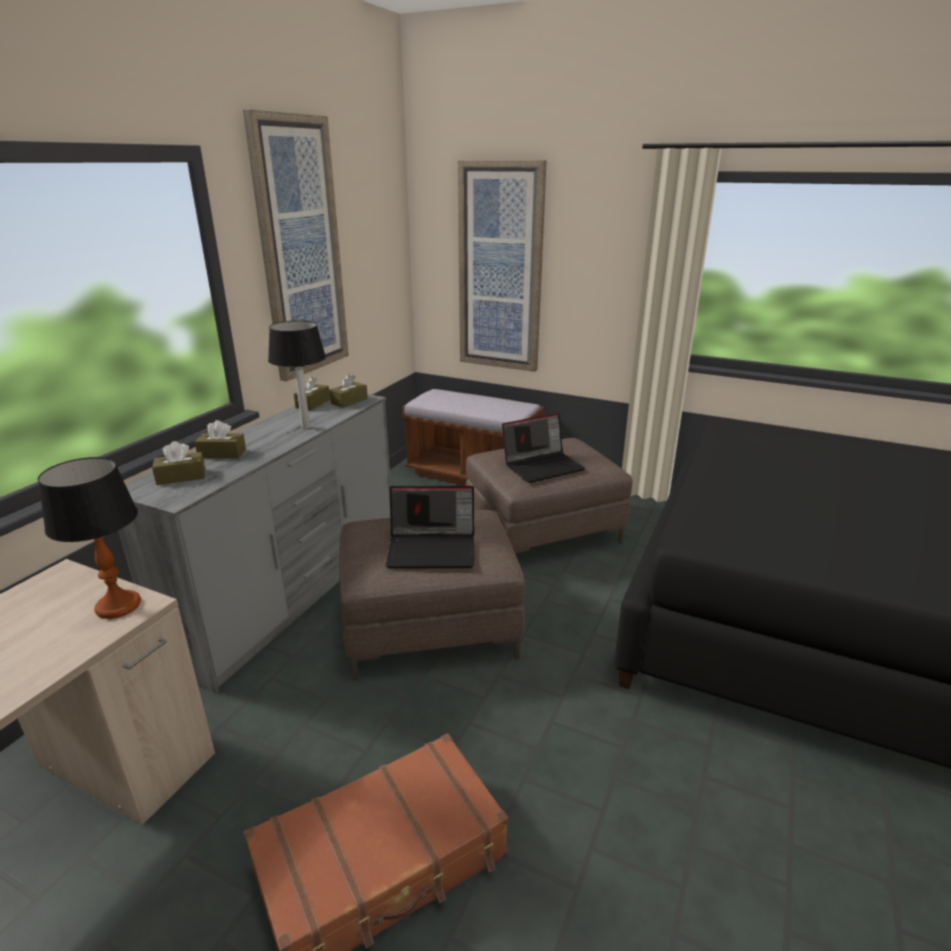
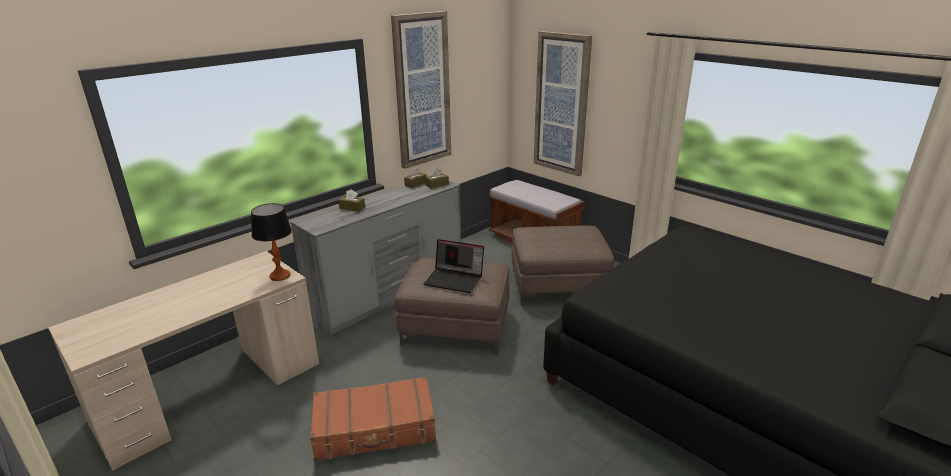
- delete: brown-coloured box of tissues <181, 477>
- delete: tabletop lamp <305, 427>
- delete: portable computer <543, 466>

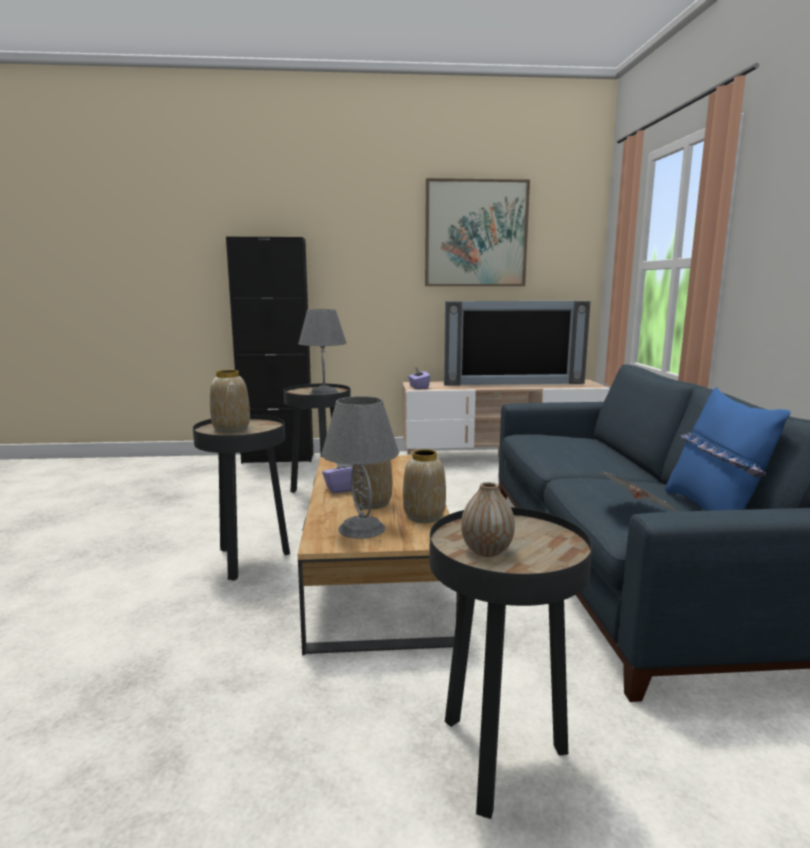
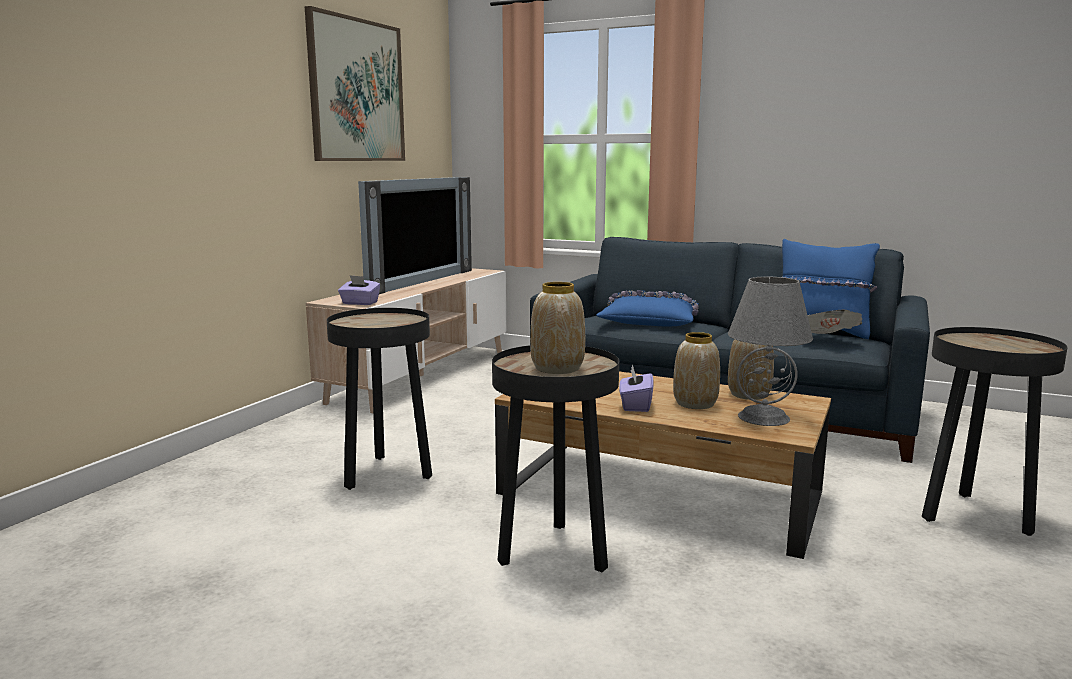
- delete: blackish storage cabinet <278, 458>
- delete: grey tabletop lamp <323, 393>
- delete: vase <486, 551>
- insert: bluish throw pillow <650, 321>

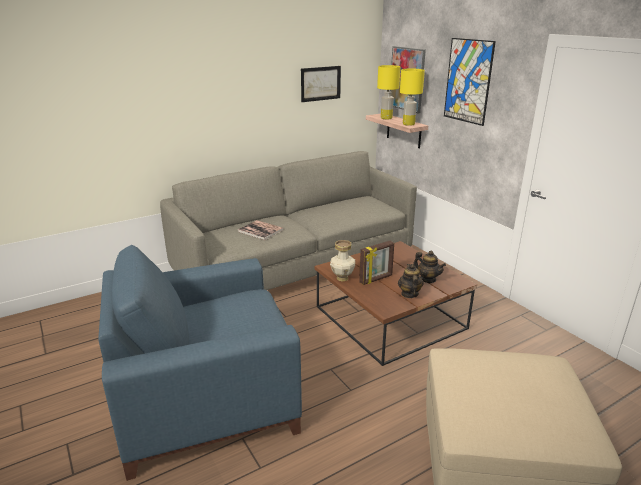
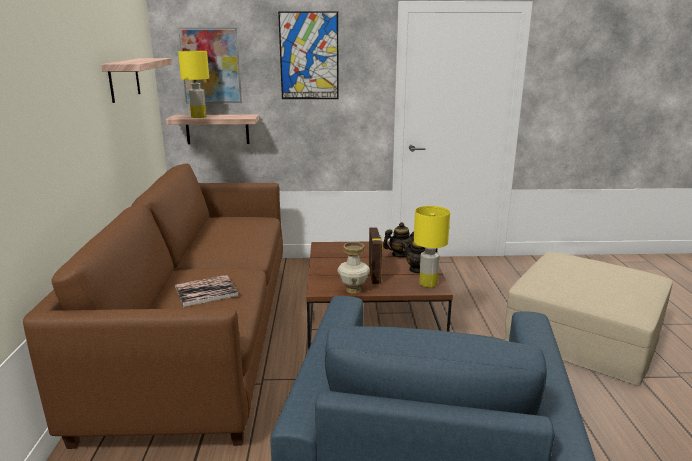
- move: yellowish tabletop lamp <408, 124> to <428, 284>
- replace: wall picture <320, 83> to wall shelf <124, 79>
- recolor: grey settee <295, 266> to brown-coloured settee <201, 336>

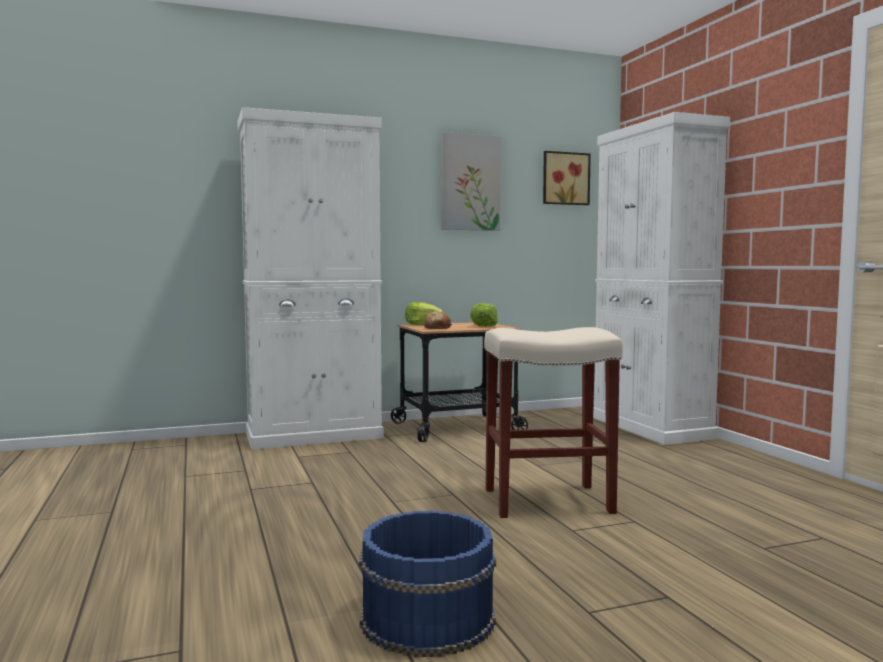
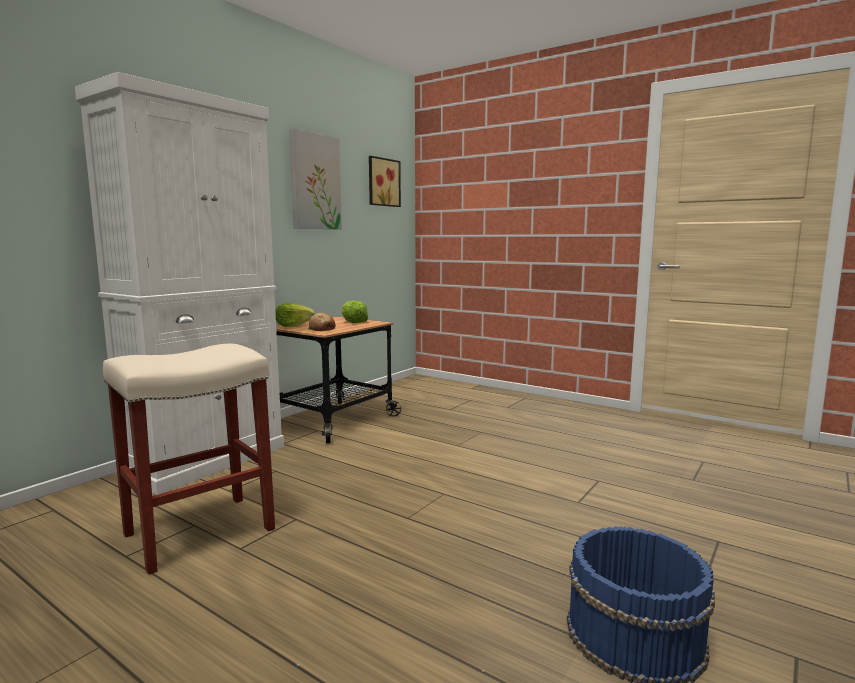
- delete: whitish storage cabinet <650, 427>
- move: sand-coloured stool seat <549, 500> to <201, 530>

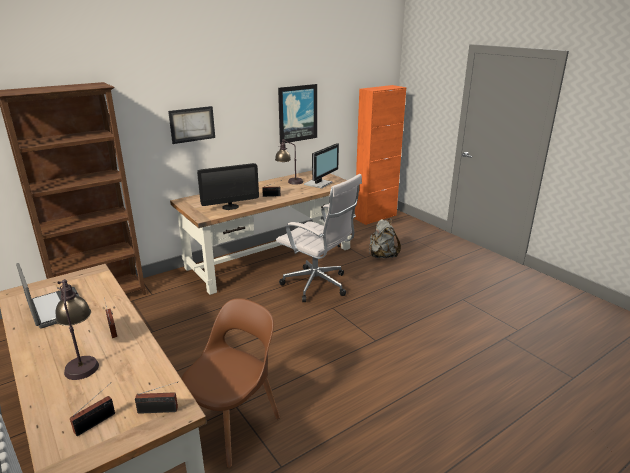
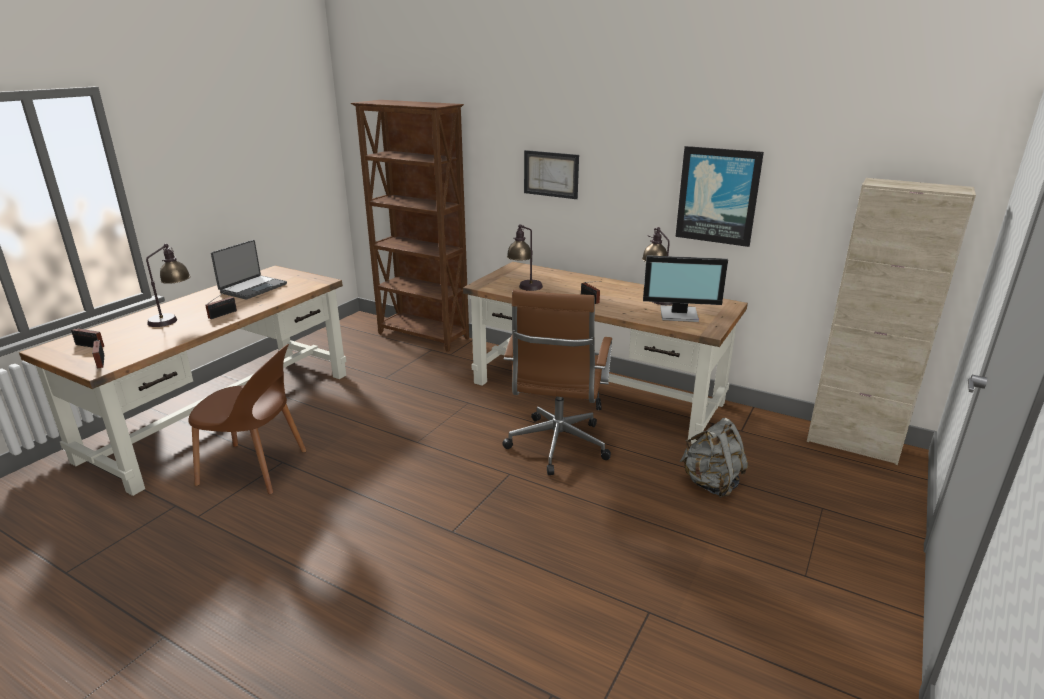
- replace: computer display <230, 207> to tabletop lamp <525, 289>
- recolor: whitish computer chair <318, 286> to brown-coloured computer chair <557, 448>
- recolor: orange-coloured storage cabinet <375, 217> to sand-coloured storage cabinet <852, 444>

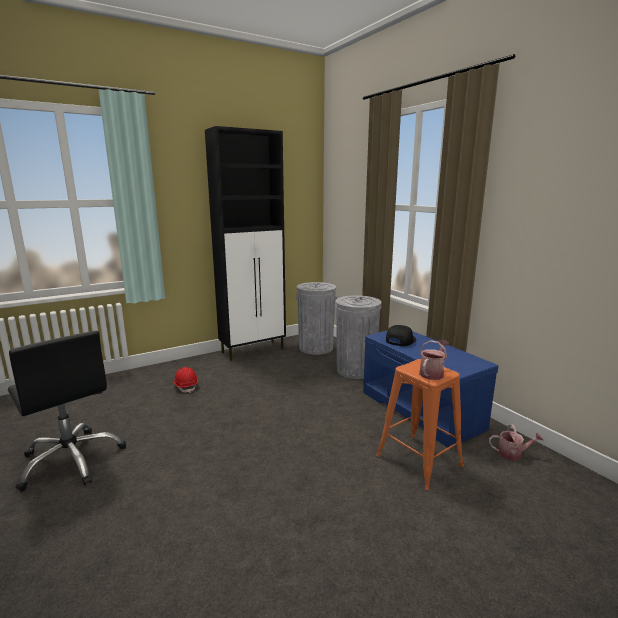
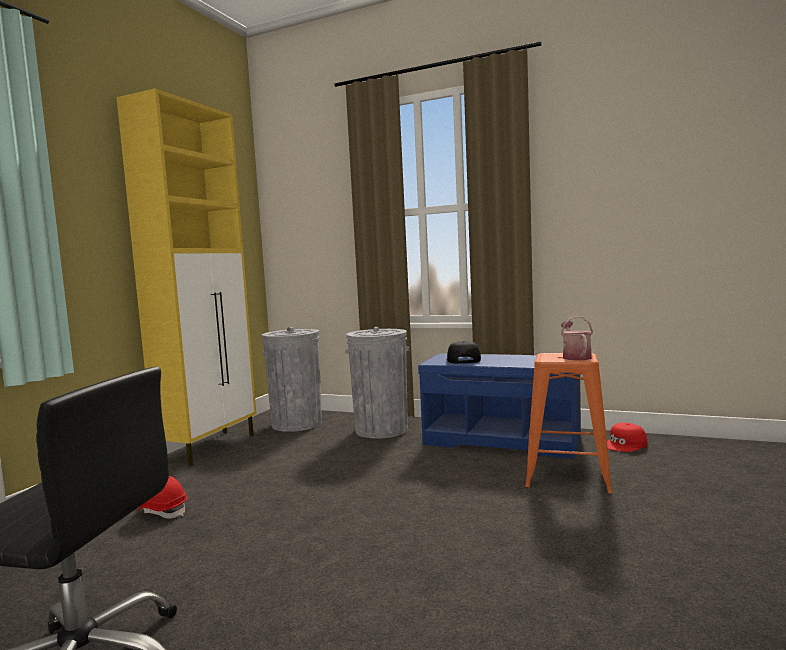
- replace: sprinkling can <513, 454> to red-coloured baseball cap <625, 445>
- recolor: blackish storage cabinet <253, 350> to yellowish storage cabinet <210, 447>

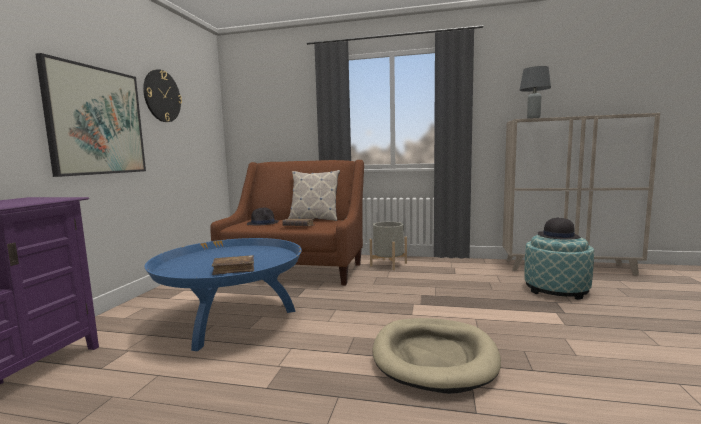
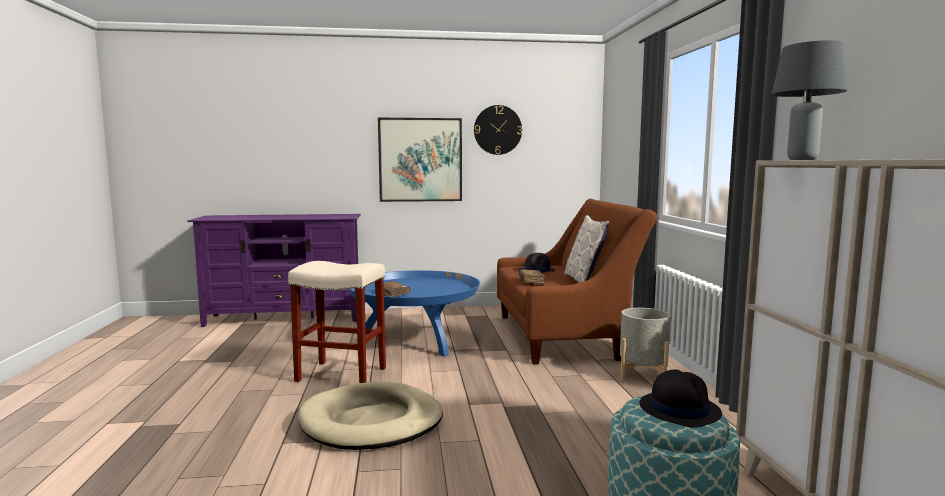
- insert: sand-coloured stool seat <343, 374>

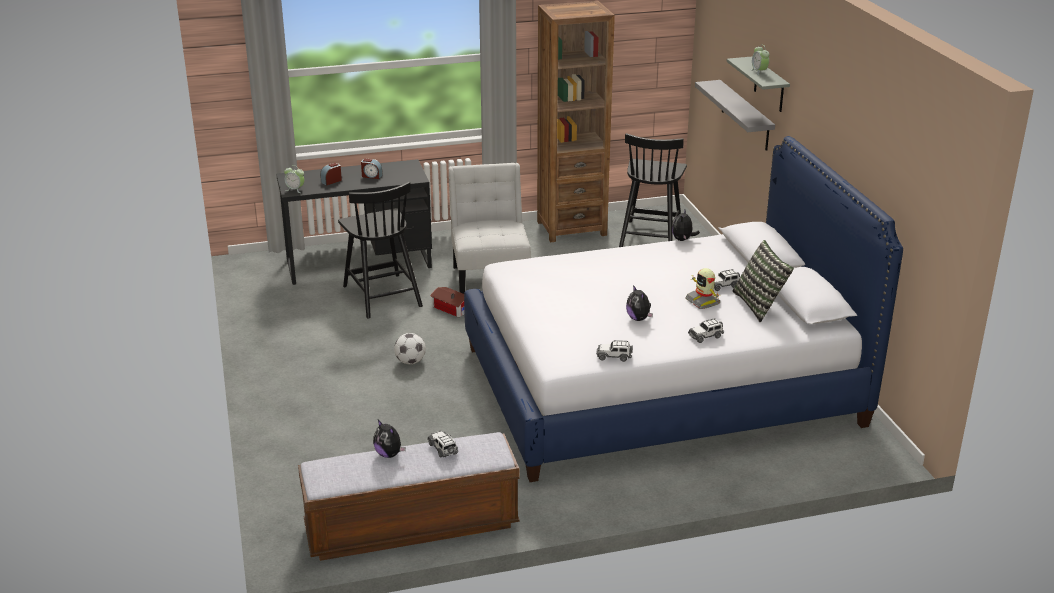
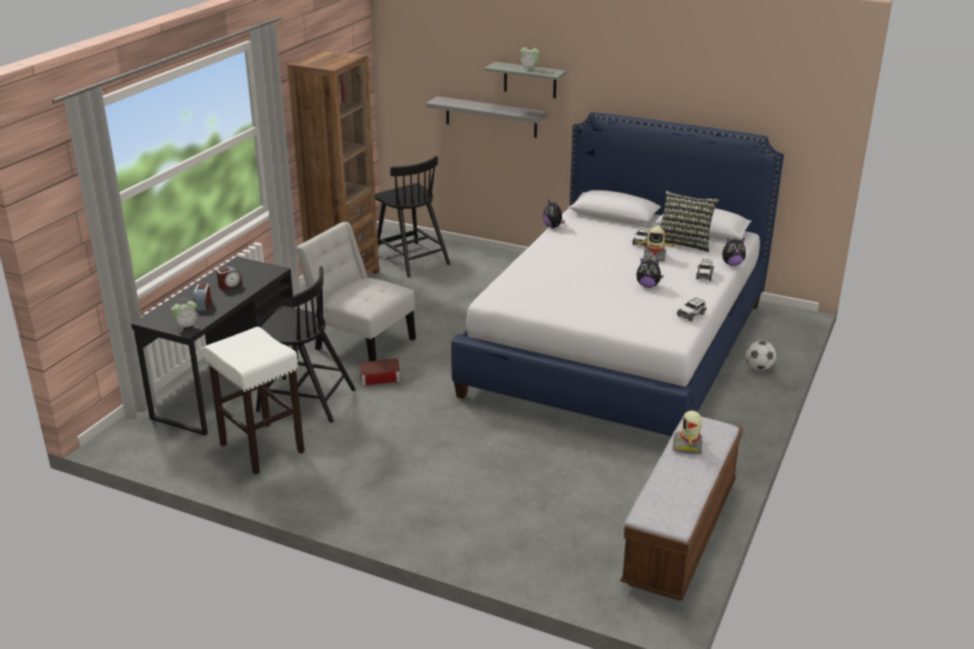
- insert: whitish stool seat <261, 448>
- move: plush toy <389, 454> to <732, 264>
- move: ball for football <410, 362> to <759, 368>
- replace: model car <443, 449> to model robot <688, 446>

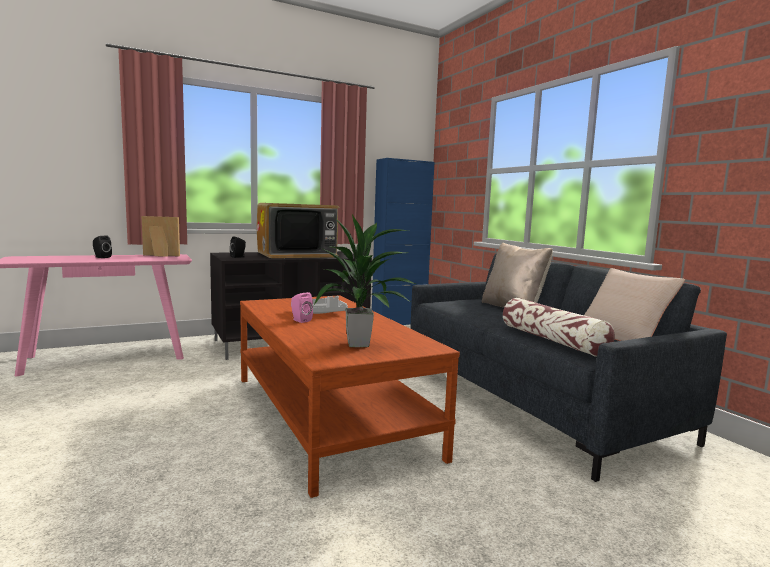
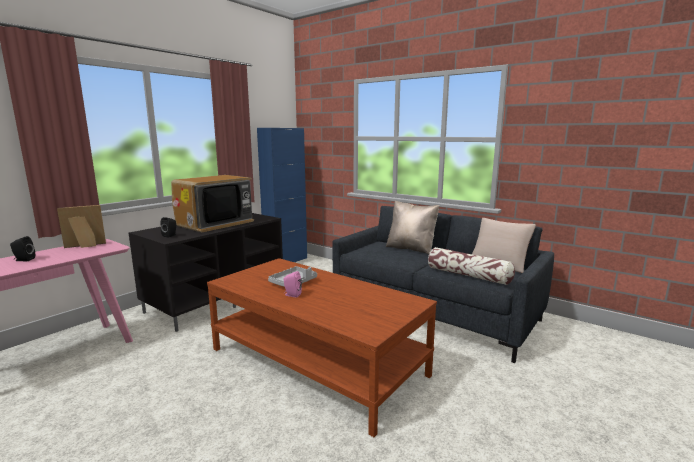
- delete: plant in a pot <359, 344>

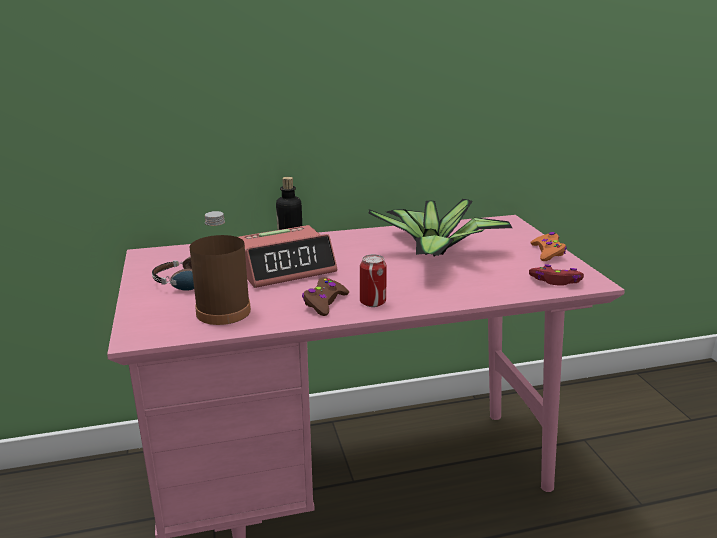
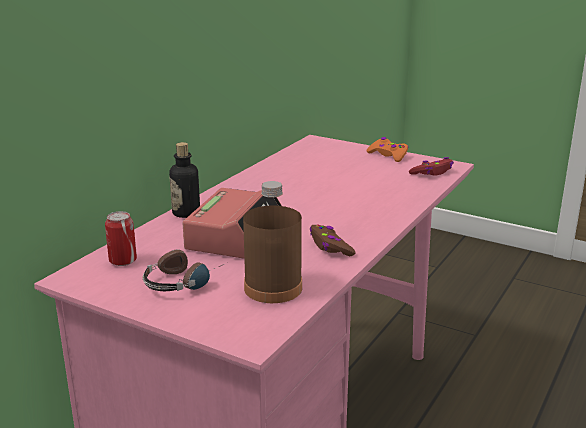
- delete: plant in a pot <436, 253>
- move: can <372, 302> to <123, 261>

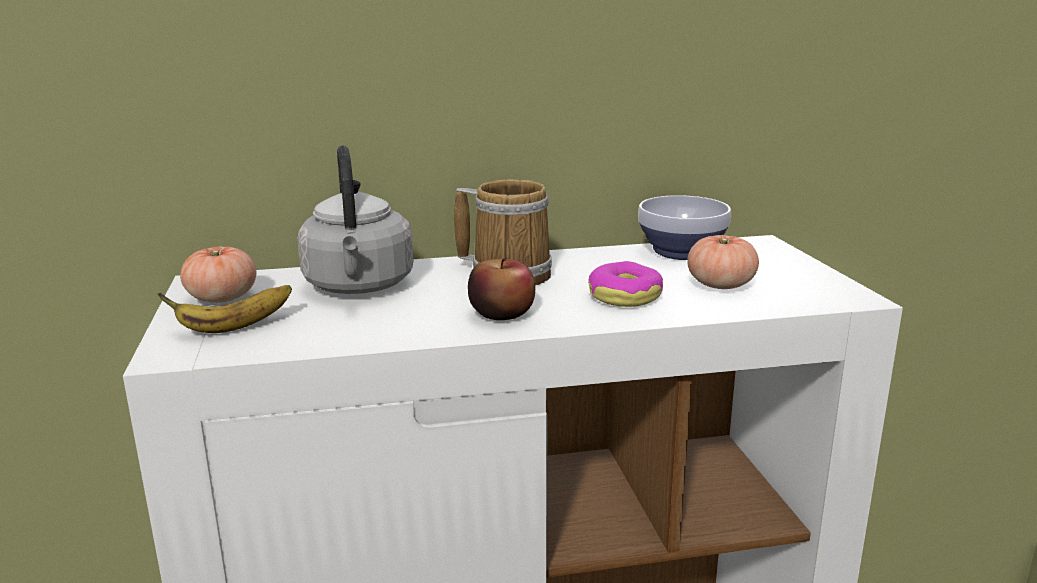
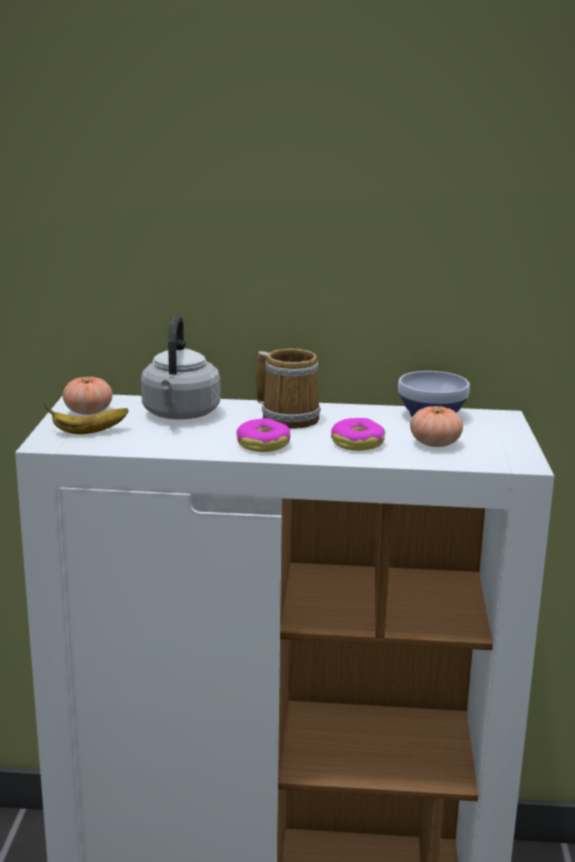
- replace: whole apple <501, 313> to doughnut <263, 444>

